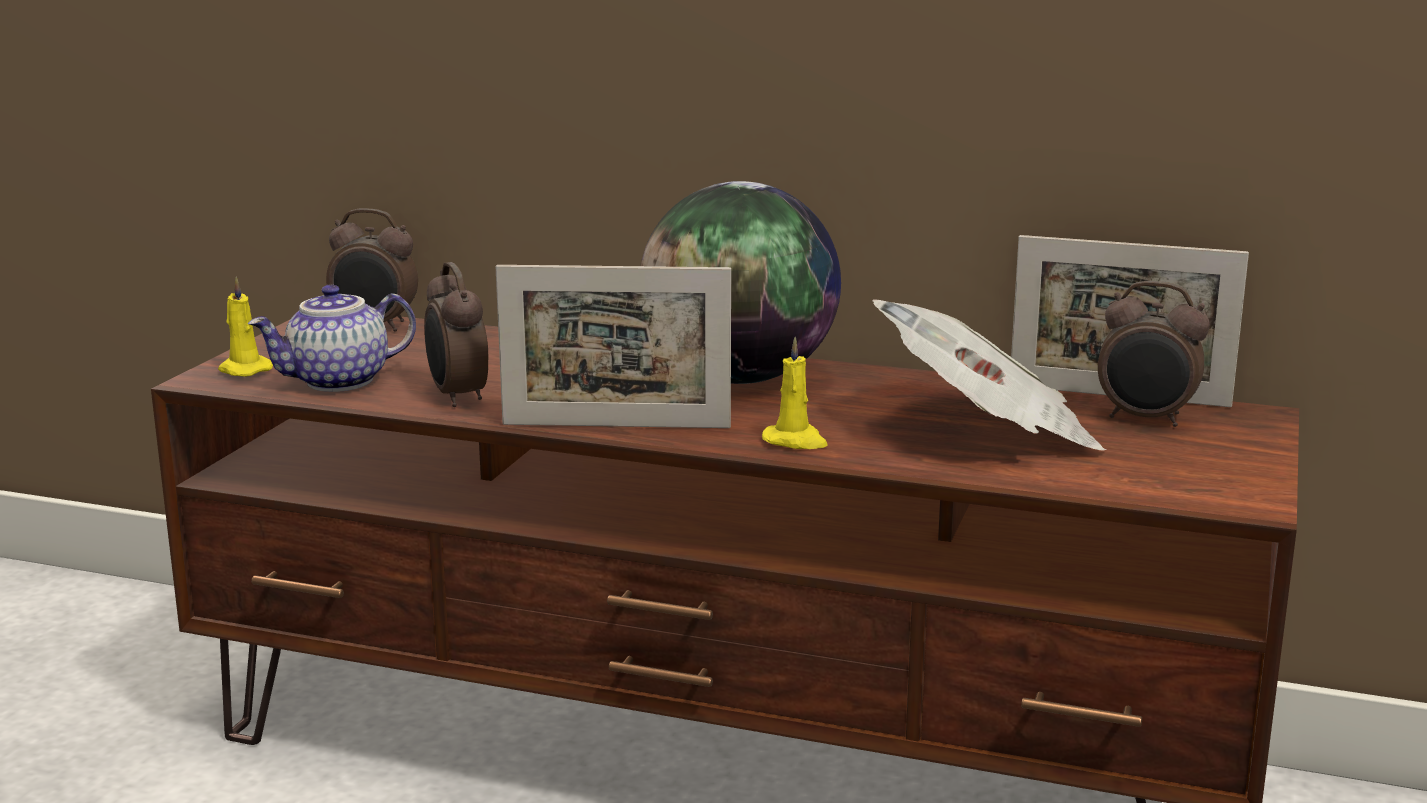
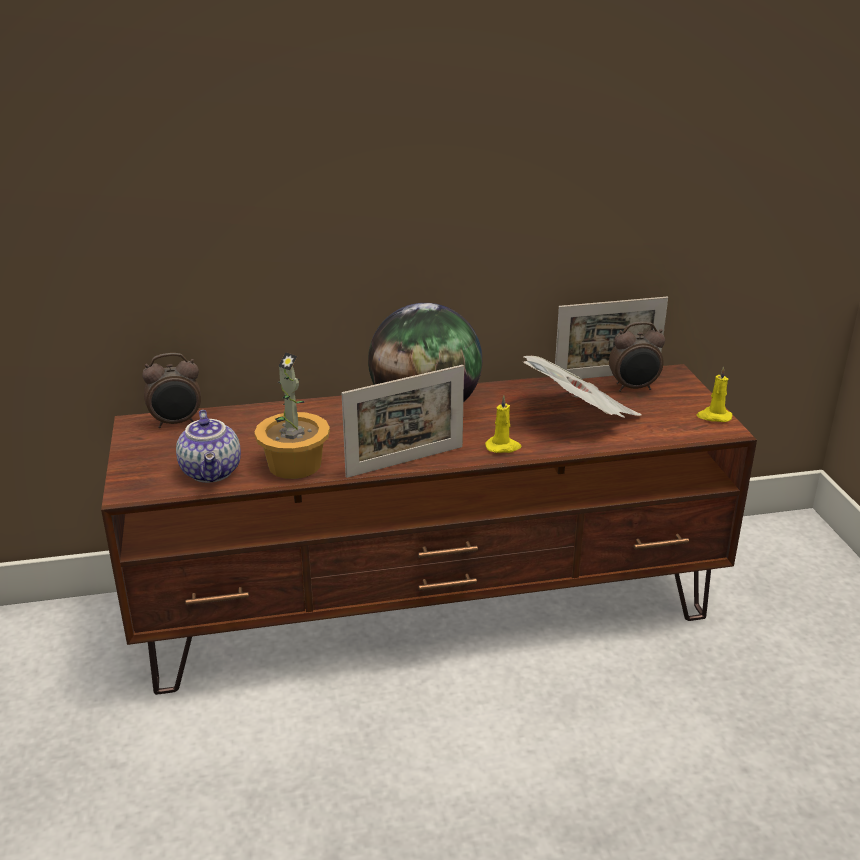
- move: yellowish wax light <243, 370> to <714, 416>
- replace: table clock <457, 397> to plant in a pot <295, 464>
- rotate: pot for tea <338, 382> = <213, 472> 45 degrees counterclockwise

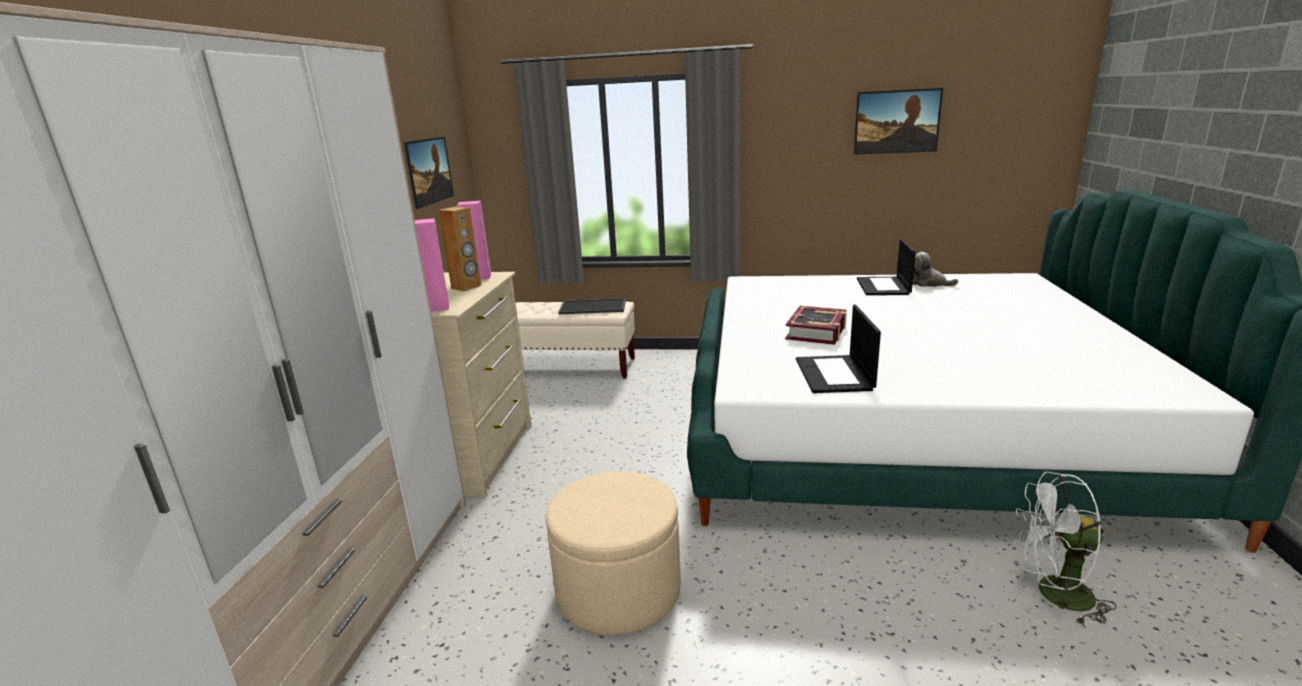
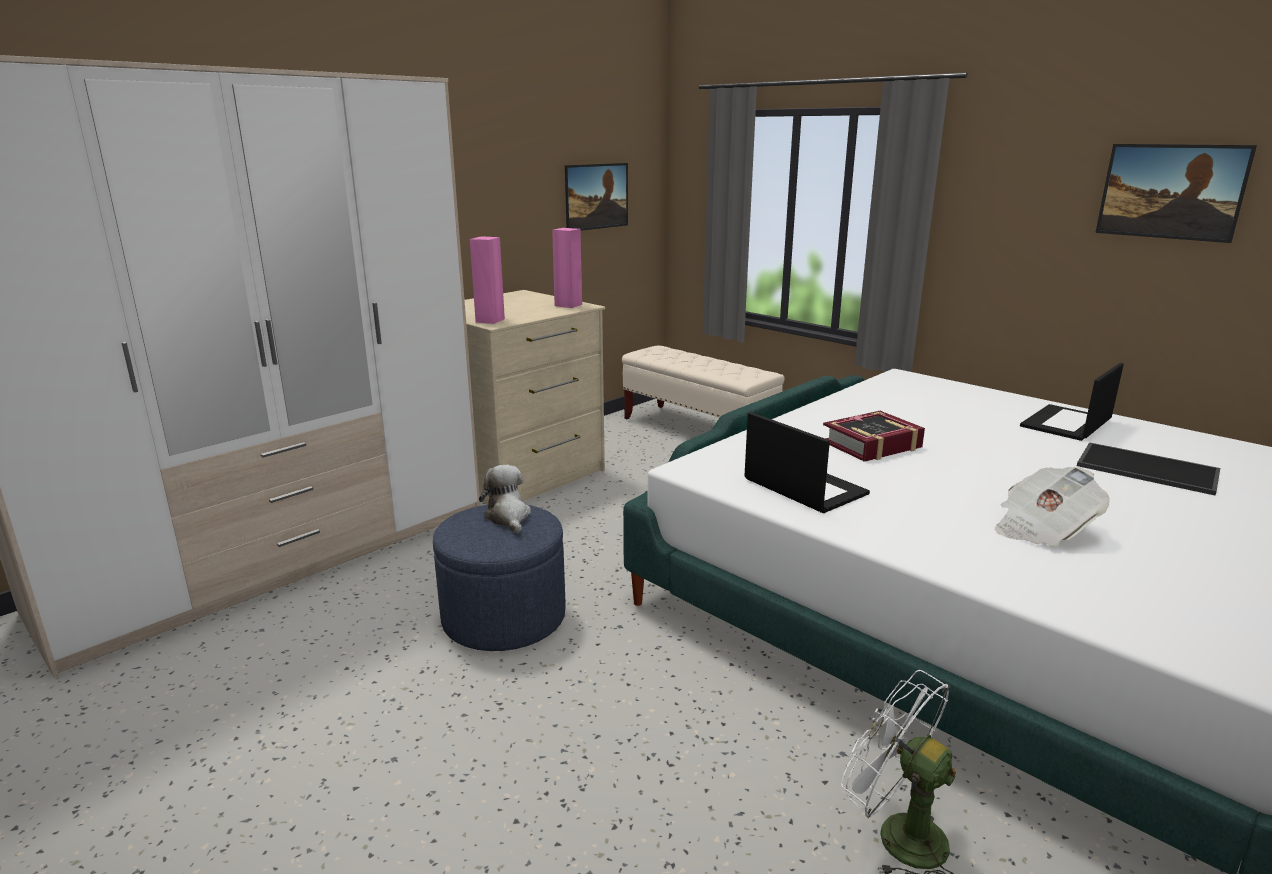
- delete: brown-coloured speaker <466, 287>
- insert: daily paper <1042, 529>
- move: tray <592, 307> to <1145, 469>
- move: plush toy <928, 283> to <508, 517>
- recolor: sand-coloured footrest <618, 590> to bluish footrest <504, 618>
- rotate: portable computer <835, 375> = <803, 487> 105 degrees clockwise

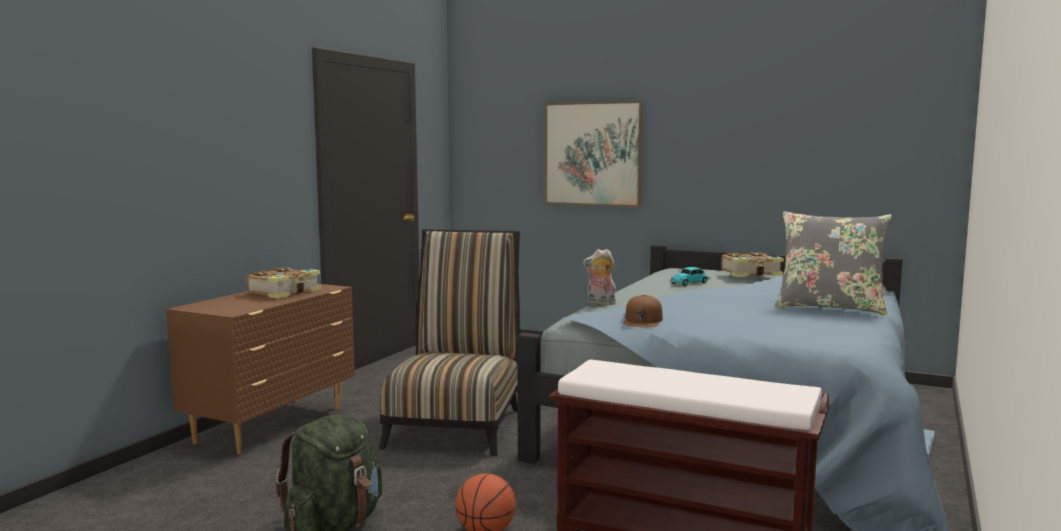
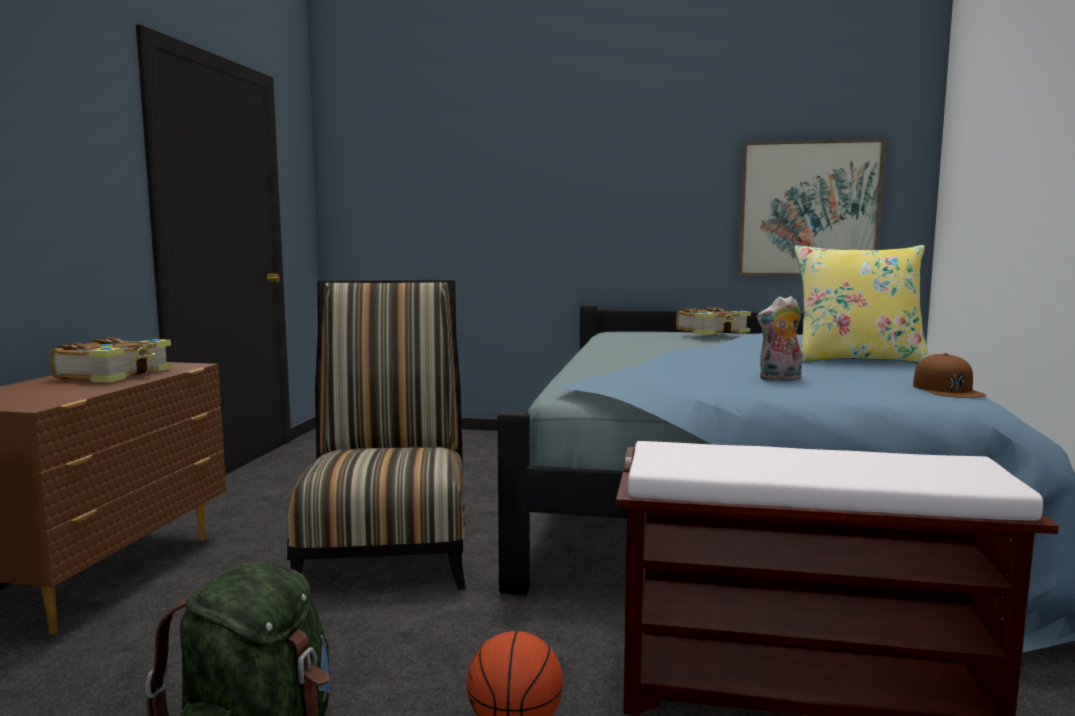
- delete: model car <690, 283>
- move: wall picture <592, 154> to <808, 209>
- move: plush toy <600, 304> to <780, 379>
- move: brown-coloured baseball cap <642, 320> to <947, 389>
- recolor: grey throw pillow <830, 307> to yellowish throw pillow <857, 360>

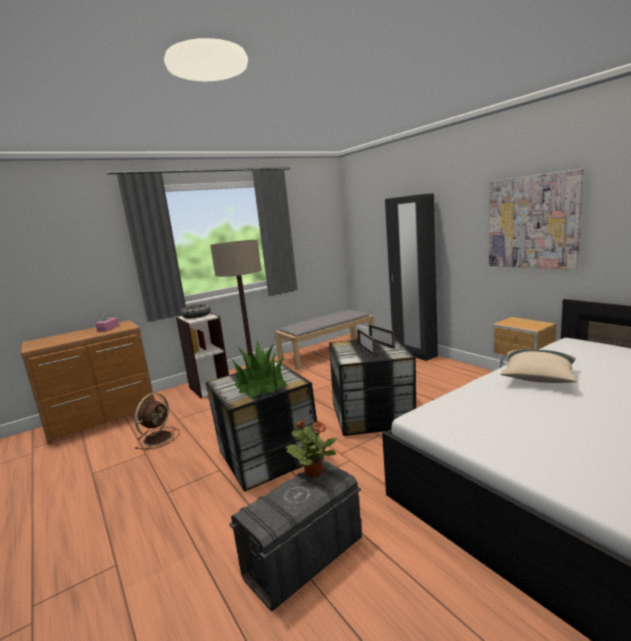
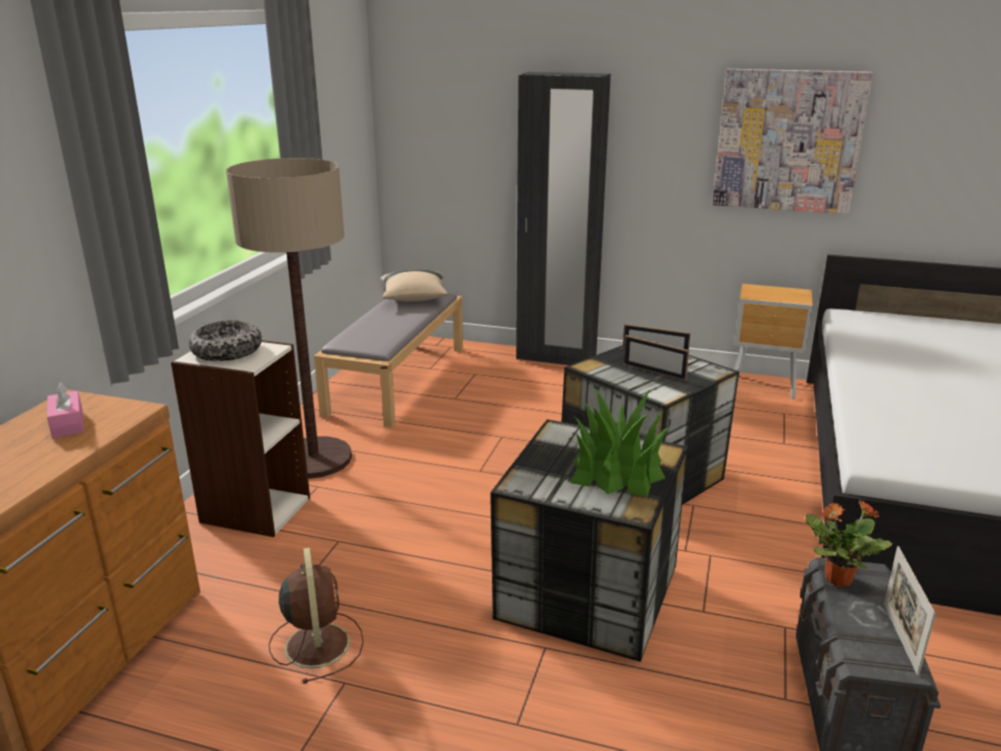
- insert: photo frame <900, 638>
- move: sand-coloured throw pillow <538, 378> to <414, 298>

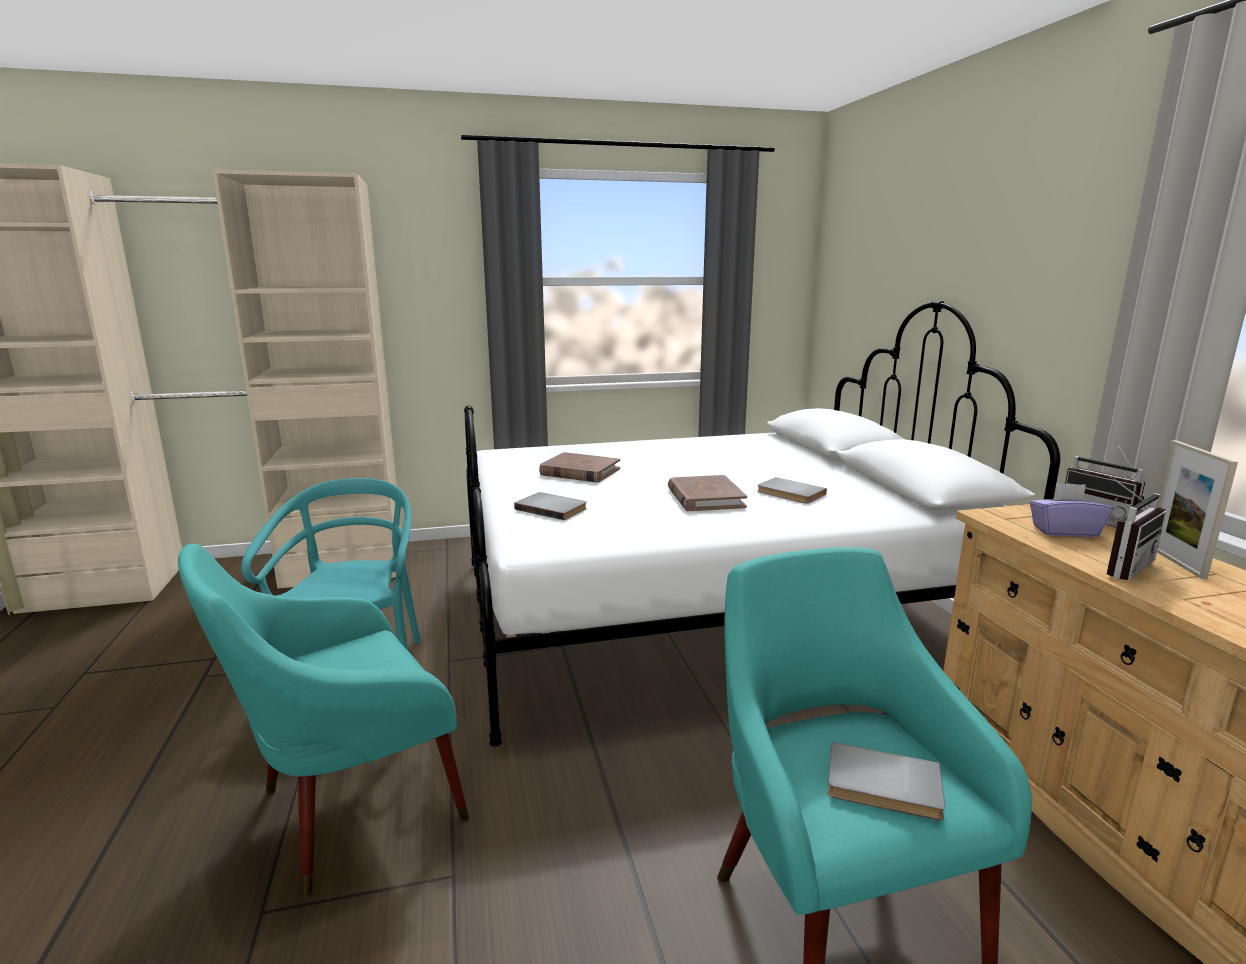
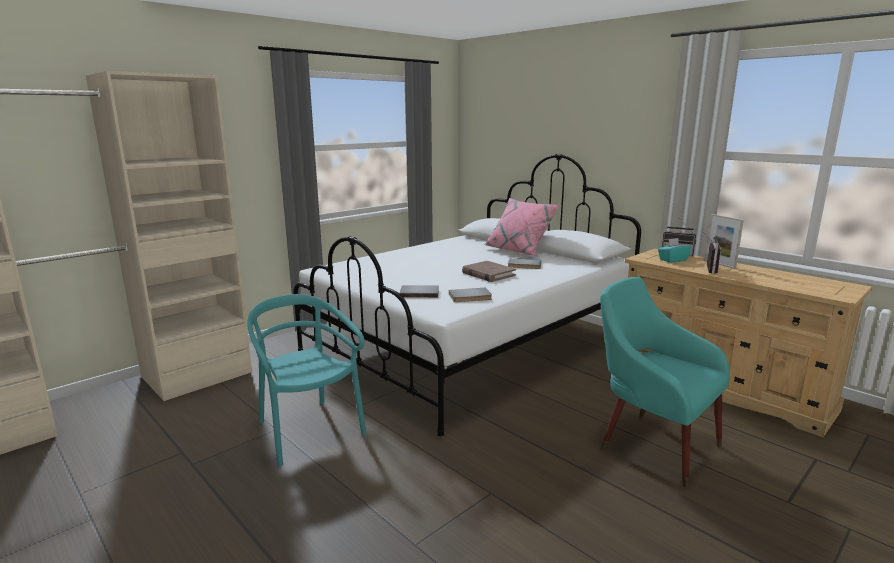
- delete: blue-green lounge chair <347, 811>
- delete: brown-coloured bound book <579, 472>
- insert: pink-coloured throw pillow <519, 251>
- move: grey bound book <883, 787> to <470, 297>
- recolor: purple-coloured box of tissues <1064, 531> to blue-green box of tissues <672, 260>

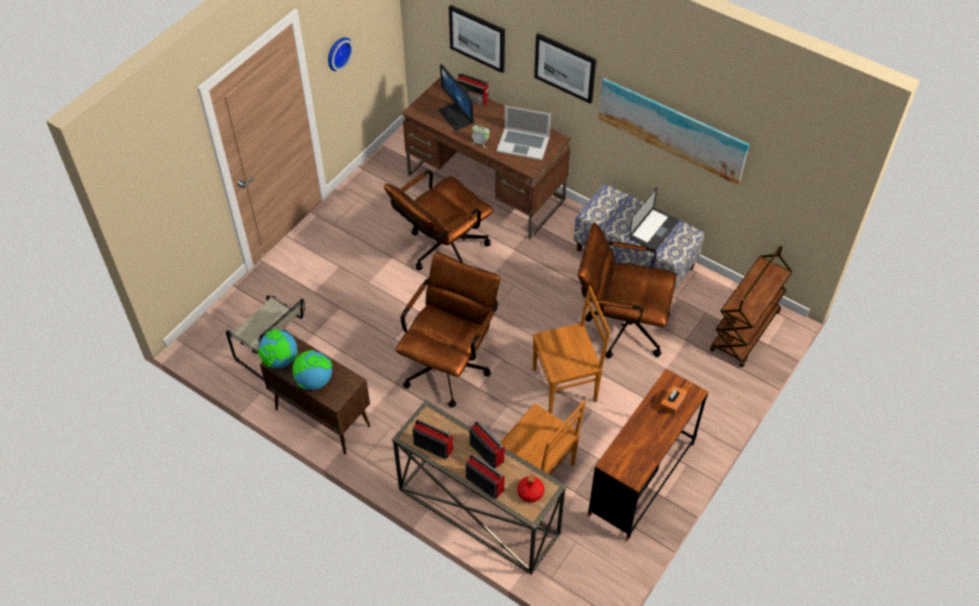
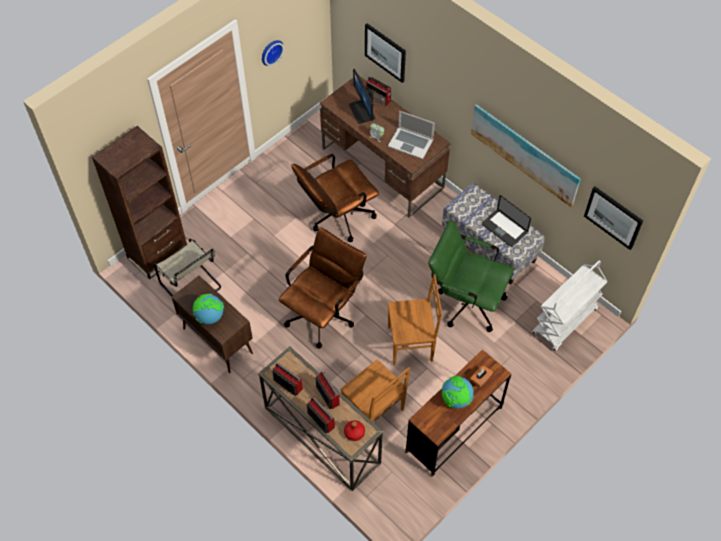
- insert: brown-coloured bookshelf <158, 254>
- move: world globe <280, 361> to <456, 400>
- move: wall picture <565, 67> to <613, 217>
- recolor: brown-coloured computer chair <620, 326> to green computer chair <465, 301>
- recolor: brown-coloured trolley <745, 332> to whitish trolley <565, 322>
- rotate: portable computer <654, 230> = <504, 228> 90 degrees clockwise

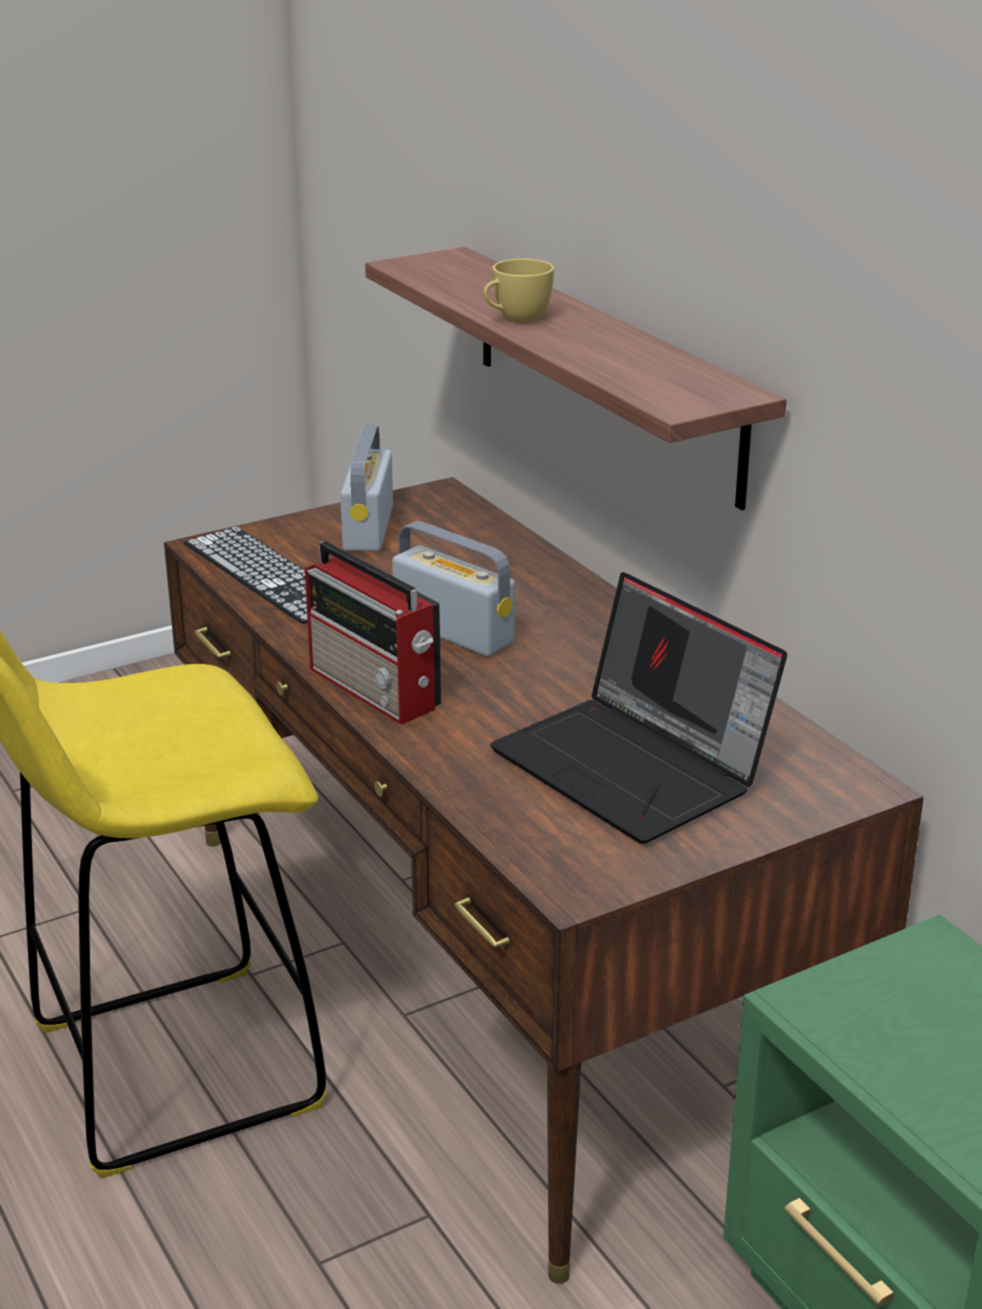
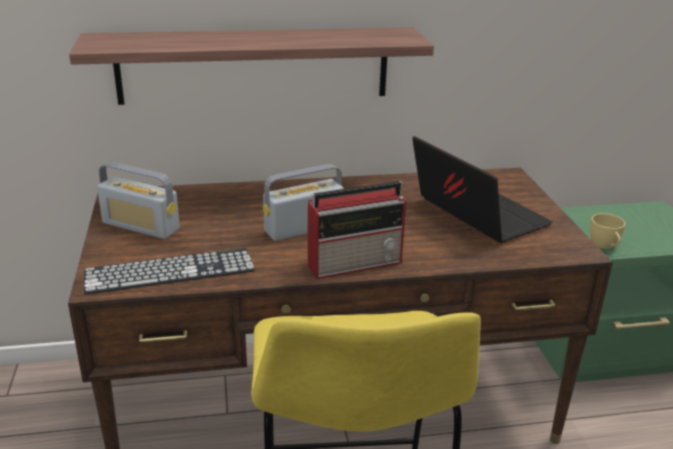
- move: yellowish small cup <516, 319> to <605, 246>
- rotate: portable computer <635, 767> = <475, 214> 105 degrees counterclockwise

